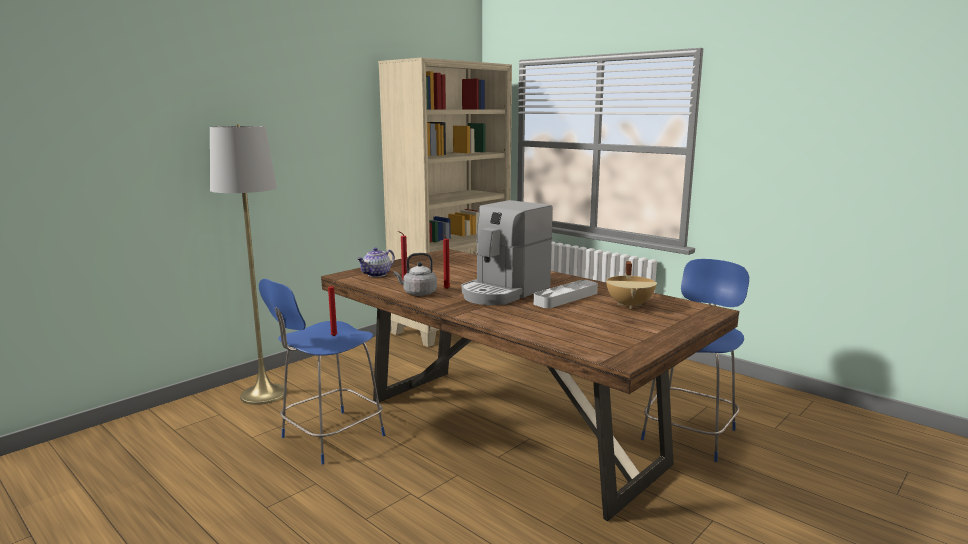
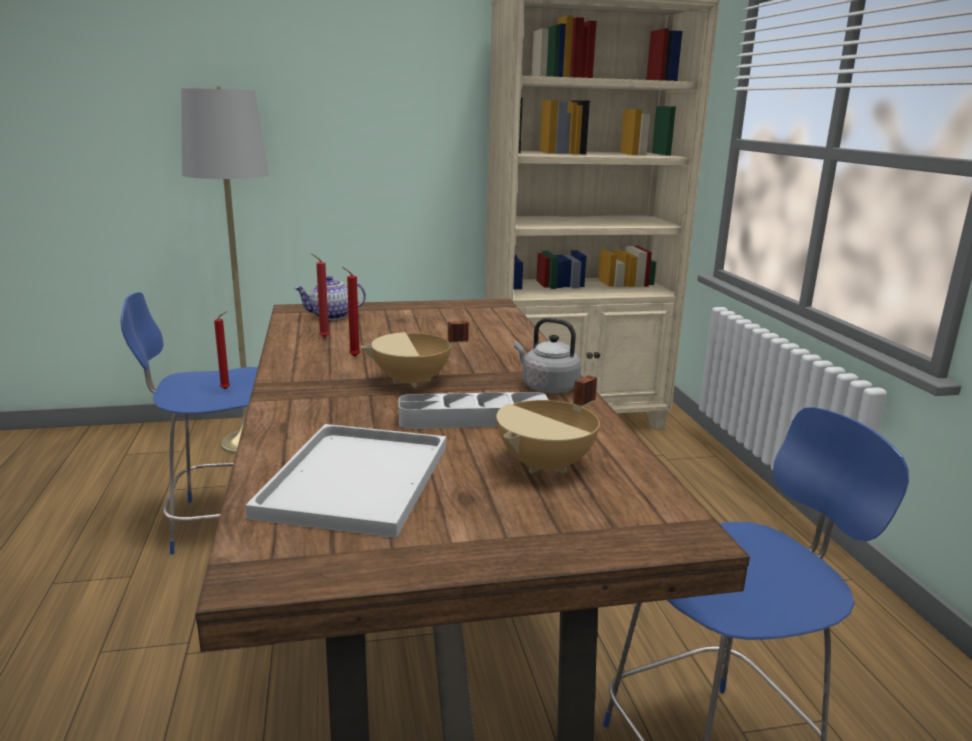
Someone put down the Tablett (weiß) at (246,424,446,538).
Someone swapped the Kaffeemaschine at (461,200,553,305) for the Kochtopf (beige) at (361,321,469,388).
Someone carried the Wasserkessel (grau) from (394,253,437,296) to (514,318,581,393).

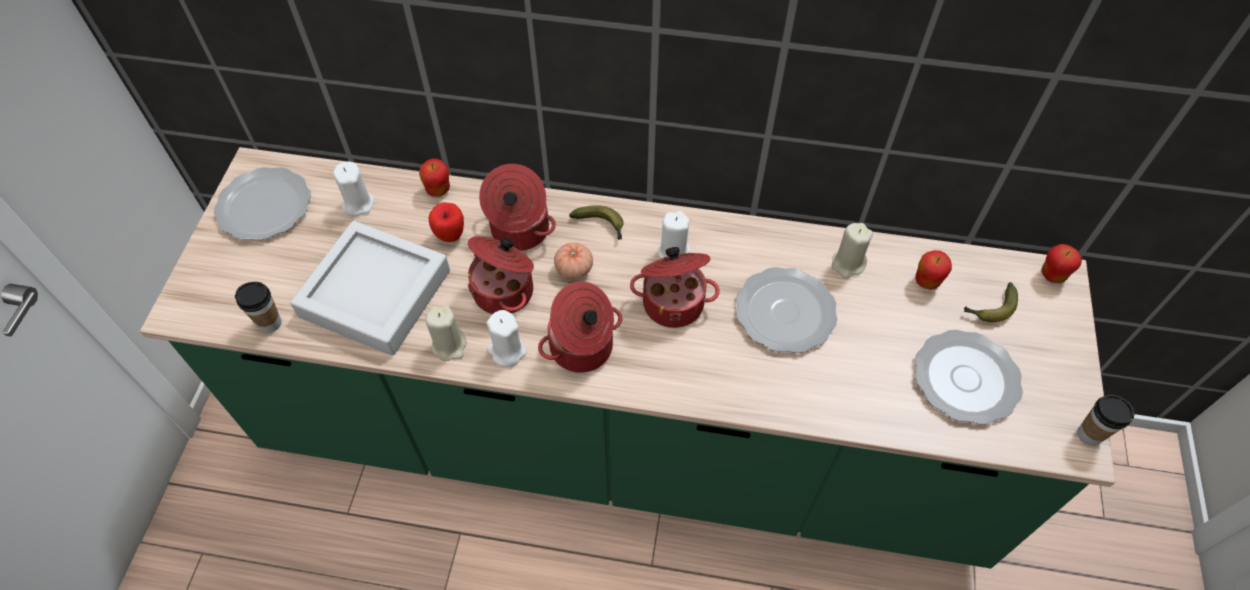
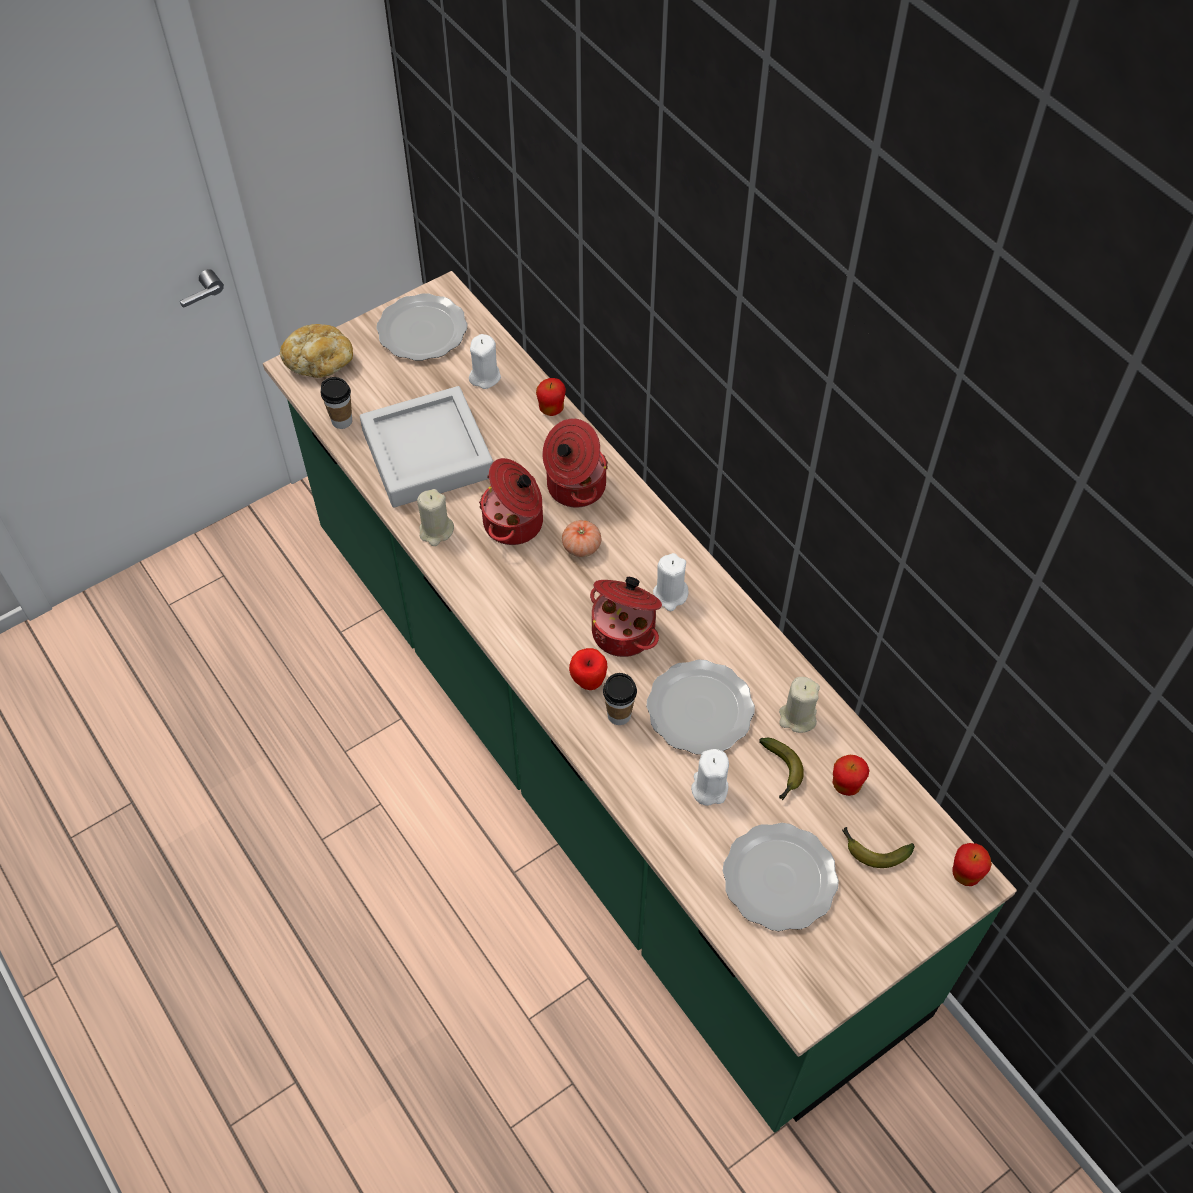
Someone put down the Brot at (280,324,353,378).
Someone carried the Apfel from (429,203,464,242) to (569,648,607,690).
Someone carried the Tasse from (1077,394,1134,446) to (603,673,637,725).
Someone carried the Kerze (weiß) from (487,310,527,367) to (691,749,729,806).
Someone carried the Banane from (569,205,624,240) to (759,738,804,800).
Someone took away the Kochtopf at (538,281,623,373).

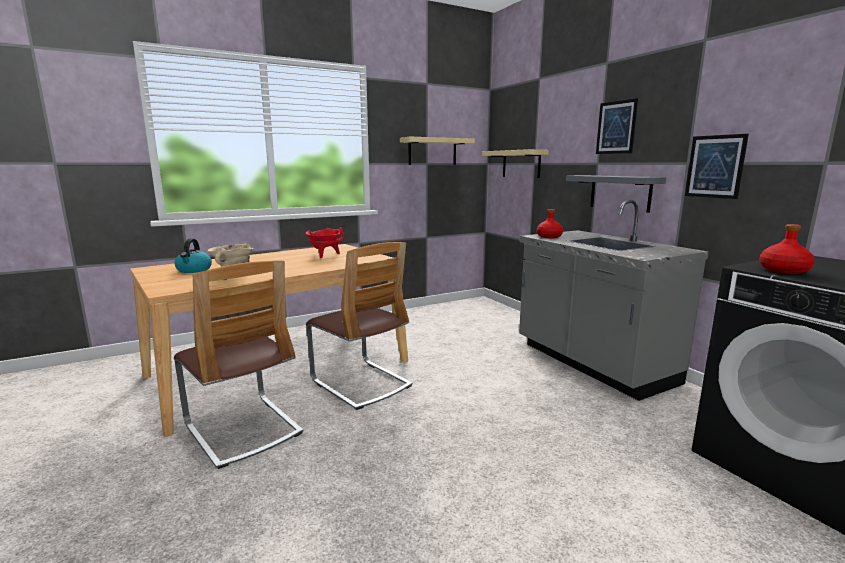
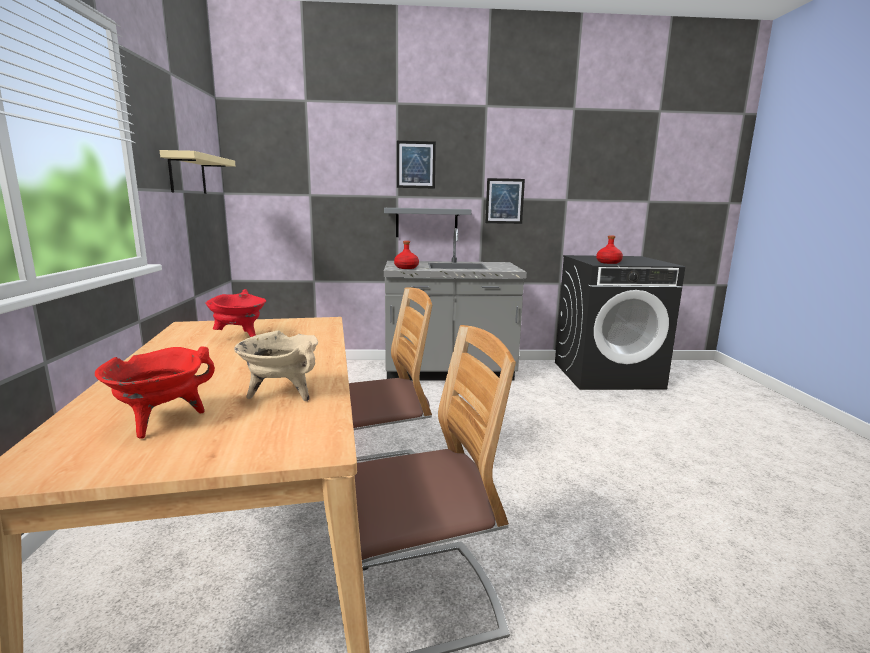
Someone swapped the Wasserkessel at (175,238,212,273) for the Kochtopf (rot) at (95,347,215,439).
Someone took away the Wandregal (beige) at (482,149,549,178).

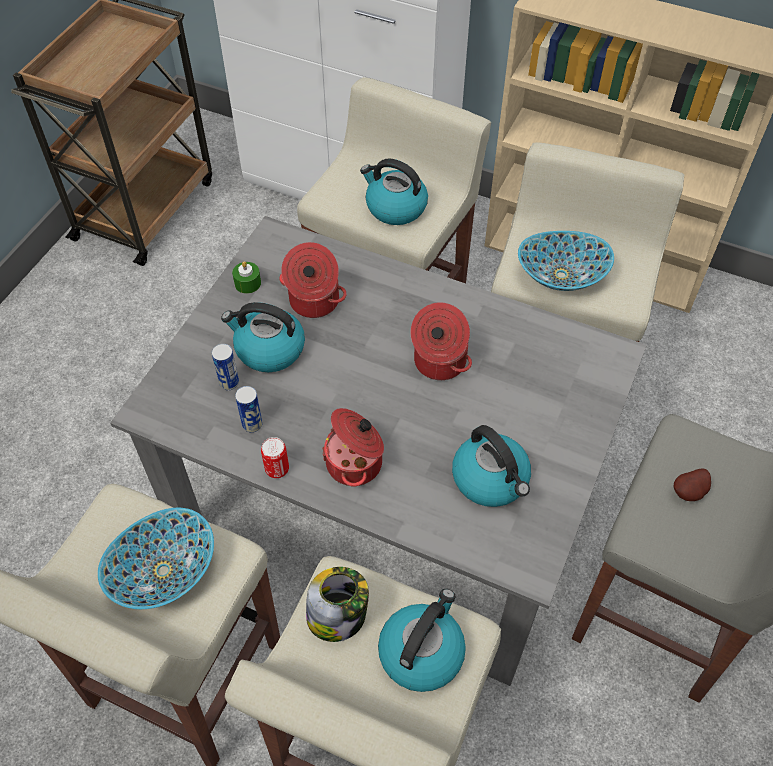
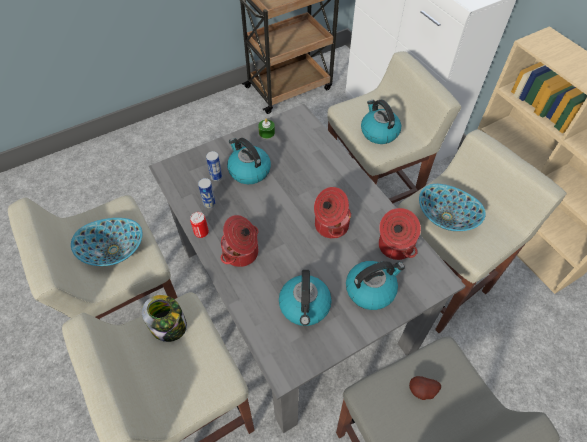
Someone carried the Wasserkessel from (378,589,466,692) to (346,261,405,310).
Someone carried the Kochtopf from (279,242,347,318) to (379,208,421,260).

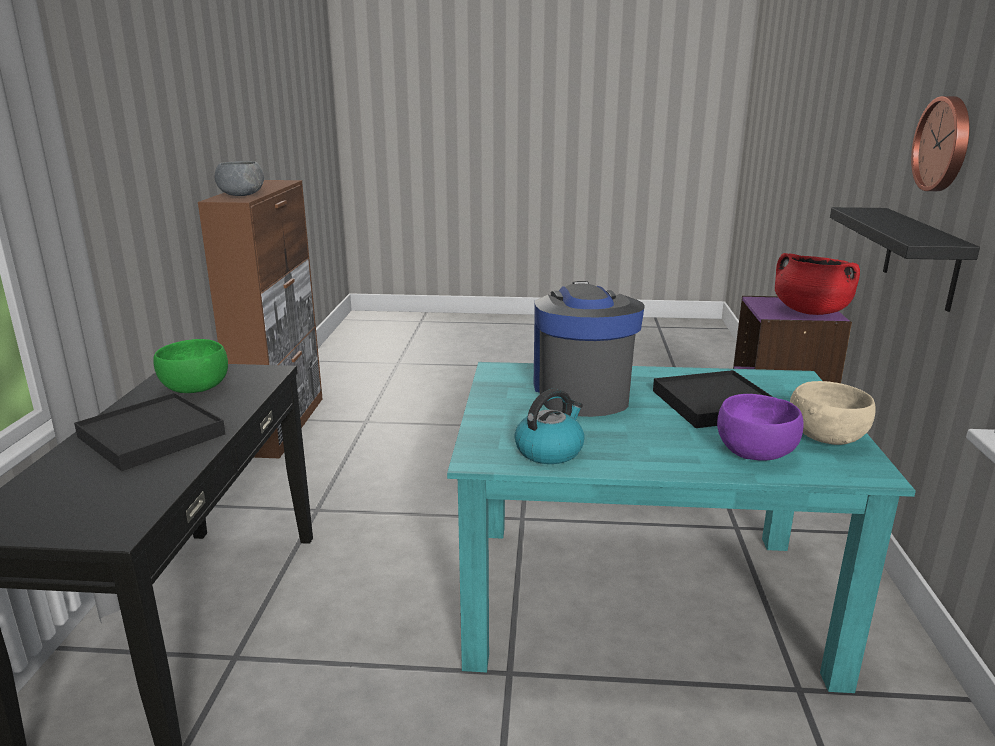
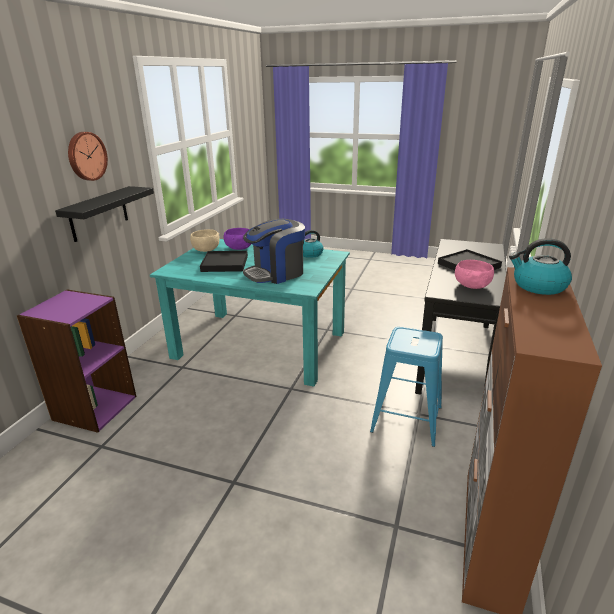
Someone rotated the Kaffeemaschine at (534,281,645,417) by 45 degrees clockwise.
Someone put down the Hocker (blau) at (370,327,443,447).
Someone repainted the Schüssel (grün) at (153,339,228,393), which became the Schüssel (rosa) at (455,260,494,289).
Someone swapped the Schüssel (grau) at (215,161,264,196) for the Wasserkessel at (509,238,572,295).
Someone took away the Kochtopf (rot) at (775,253,860,315).

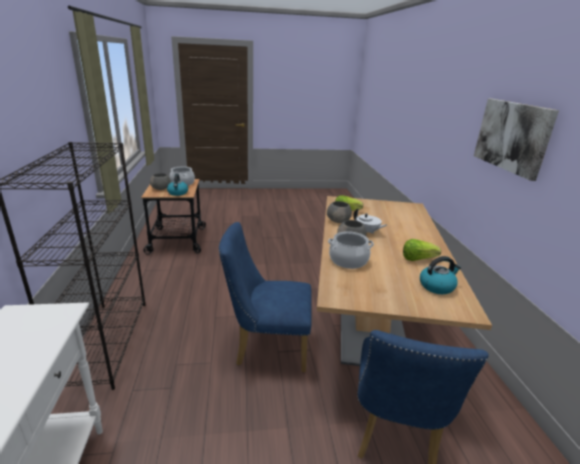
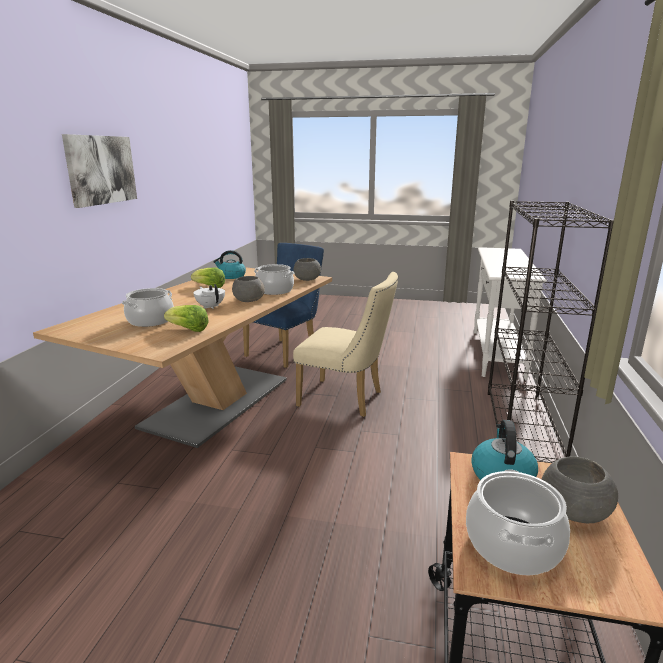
Someone put down the Kochtopf at (122,288,174,327).
Someone carried the Schüssel (grau) from (327,201,352,223) to (293,258,321,281).
Someone repainted the Stuhl (blau) at (219,222,312,372), which became the Stuhl (beige) at (293,272,398,417).

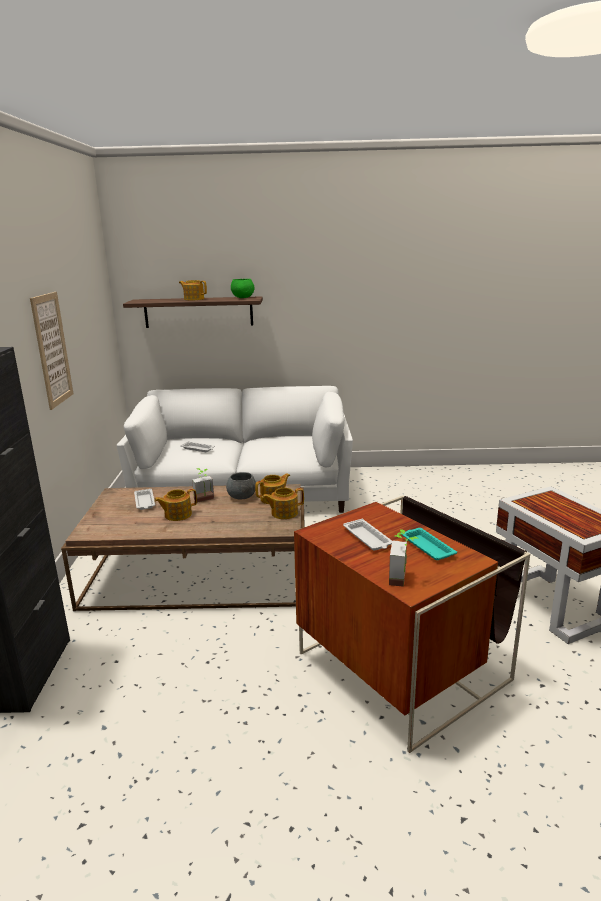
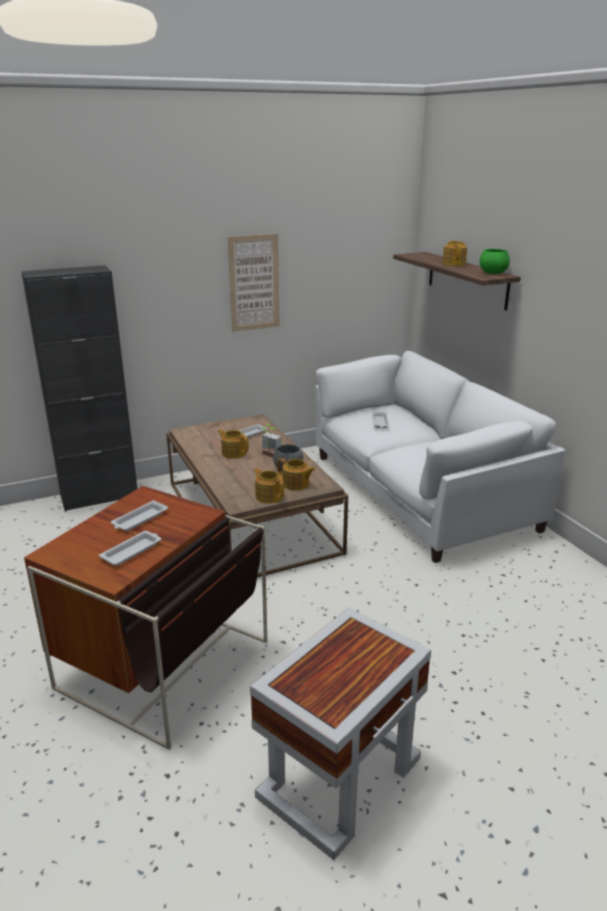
Someone repainted the Tablett (türkis) at (402,528,457,560), which became the Tablett (weiß) at (99,531,162,565).
Someone took away the Topfpflanze at (389,529,419,587).

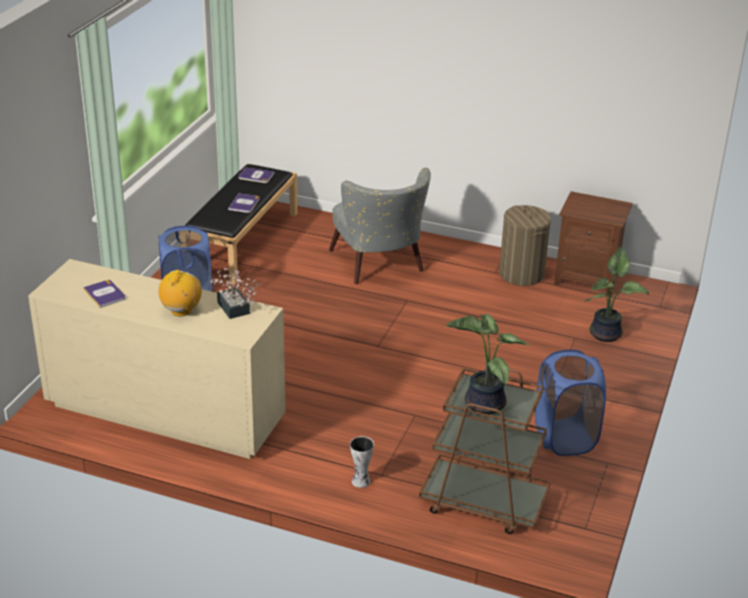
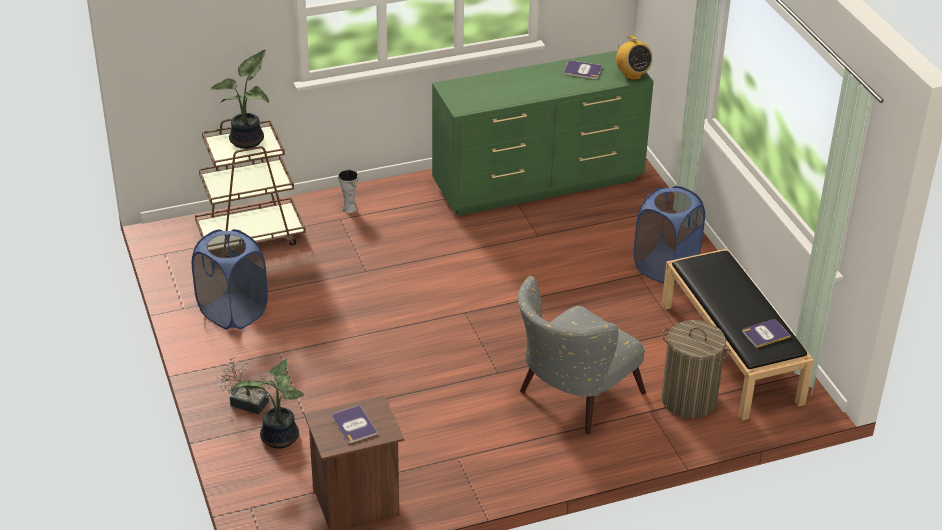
Someone carried the Topfpflanze from (211,268,259,319) to (217,357,271,415).
Someone carried the Buch from (228,193,260,213) to (332,405,378,443).
Someone repainted the Kommode (beige) at (28,259,286,459), which became the Kommode (grün) at (432,50,654,216).
Someone rotated the Sessel (grau) at (329,168,431,284) by 75 degrees counterclockwise.
Someone carried the Radio from (158,270,202,316) to (616,36,652,80).
Someone carried the Wäschekorb from (499,205,551,286) to (661,320,731,418).

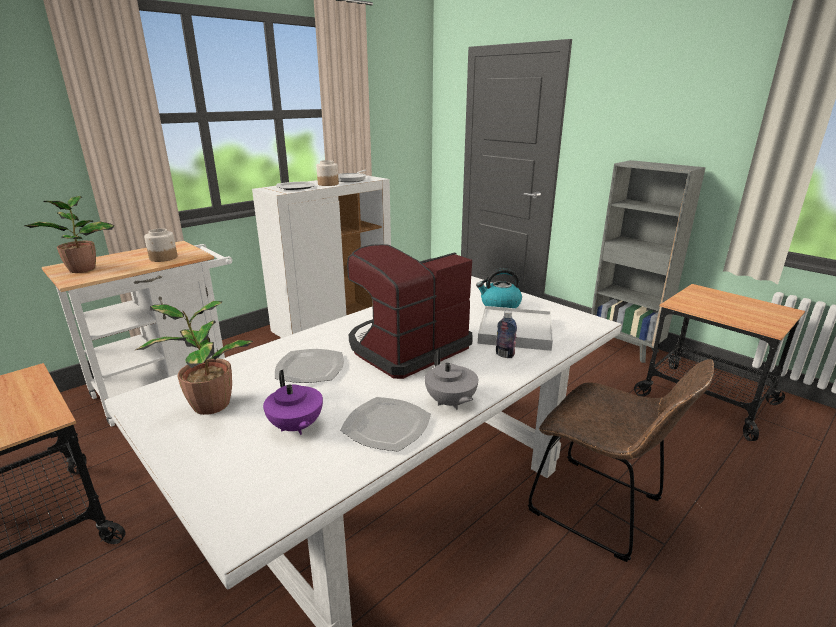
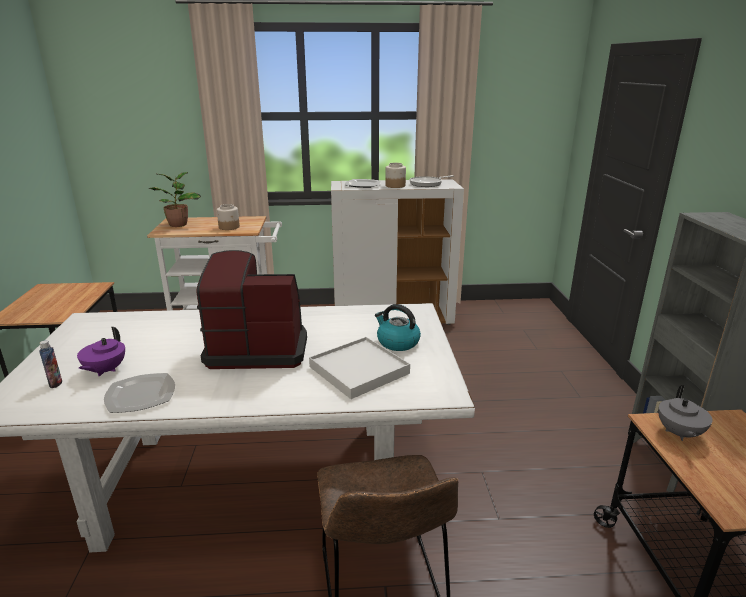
Someone carried the Flasche from (496,310,517,358) to (39,340,62,388).
Someone carried the Teekanne (grau) from (425,349,478,410) to (658,385,713,441).
Someone took away the Topfpflanze at (135,301,253,415).
Someone took away the Teller at (275,349,344,383).

